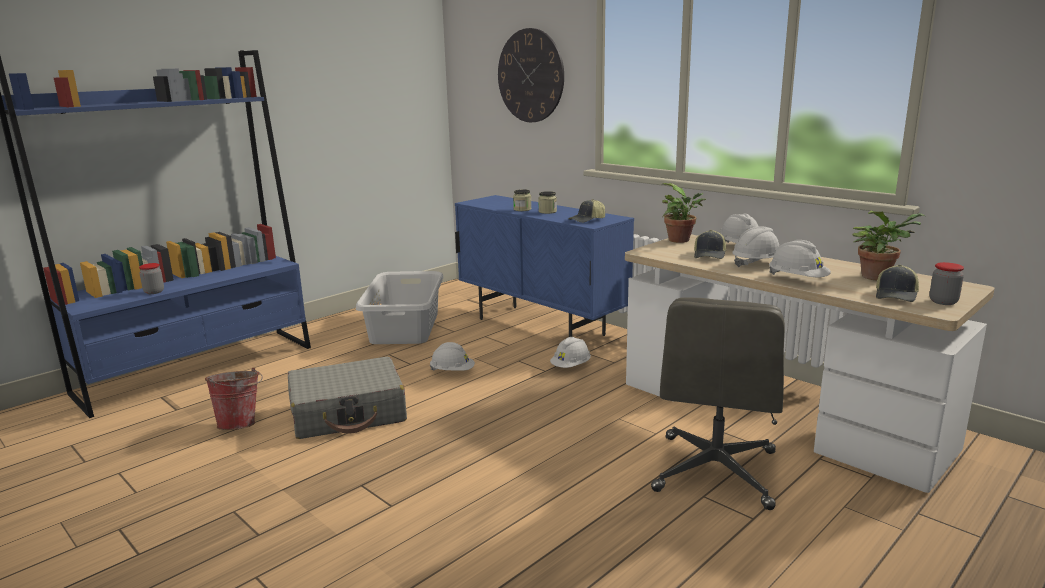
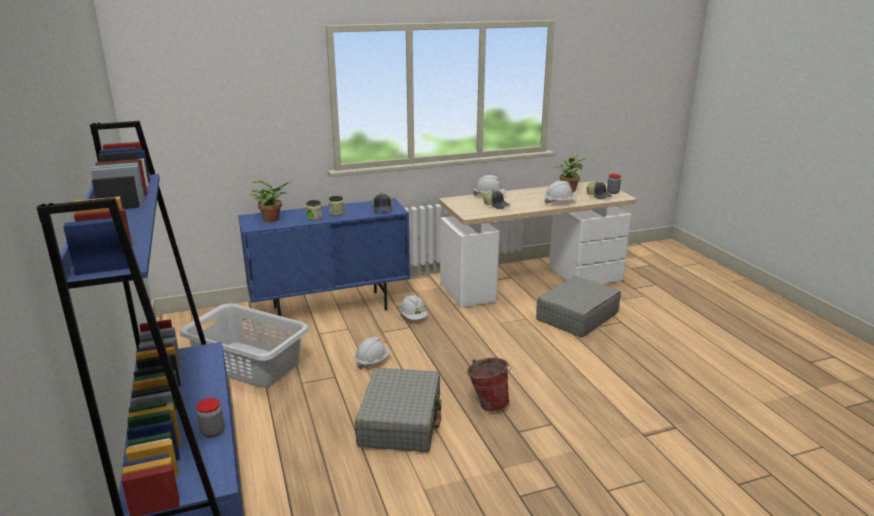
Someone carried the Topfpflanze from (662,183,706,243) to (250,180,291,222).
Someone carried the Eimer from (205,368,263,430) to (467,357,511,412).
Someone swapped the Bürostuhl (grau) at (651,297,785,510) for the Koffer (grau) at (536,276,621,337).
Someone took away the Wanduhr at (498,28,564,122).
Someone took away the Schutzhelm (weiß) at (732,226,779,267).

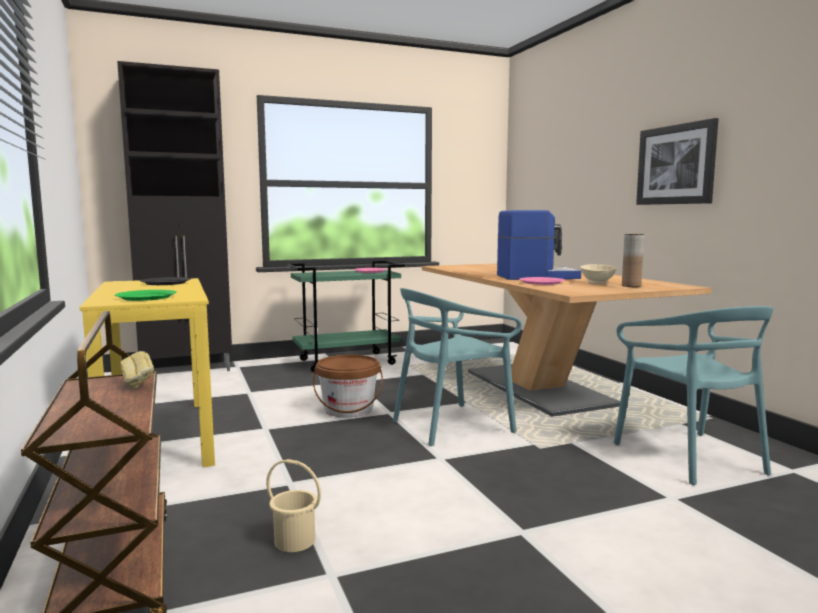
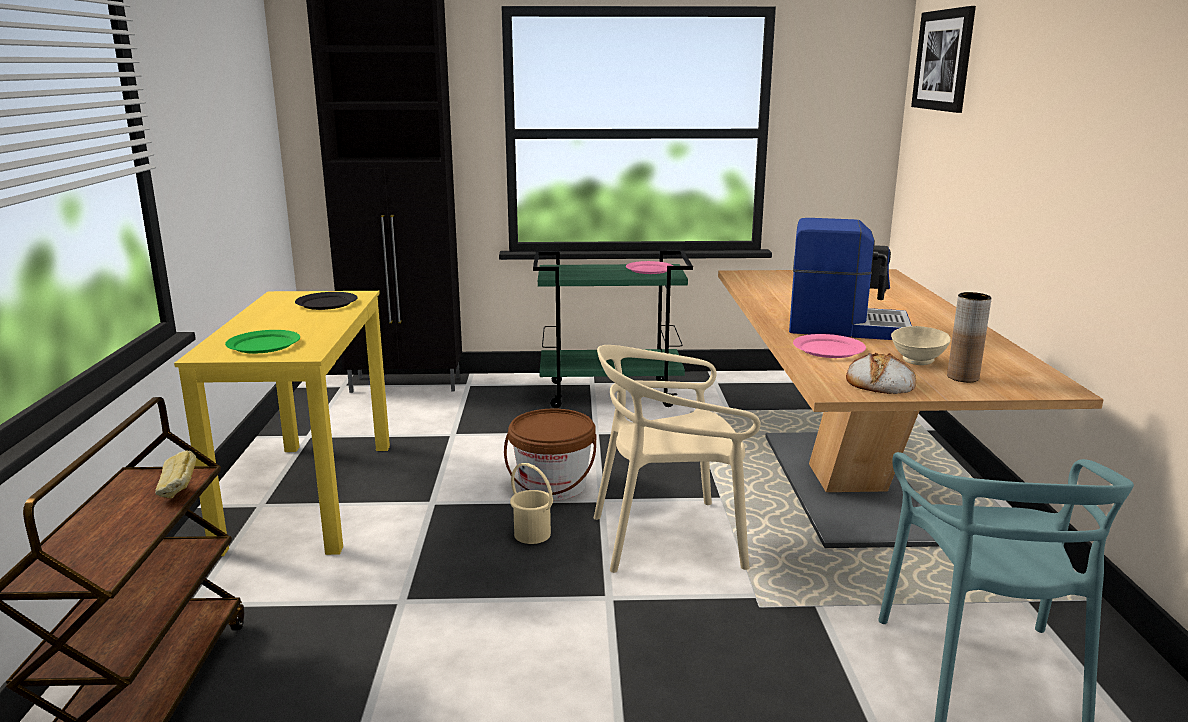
Someone carried the Eimer (beige) from (266,459,321,552) to (510,463,553,544).
Someone repainted the Stuhl (türkis) at (393,288,522,446), which became the Stuhl (beige) at (594,345,761,573).
Someone put down the Brot at (846,353,916,394).
Someone carried the Bild from (636,118,719,205) to (911,6,976,113).

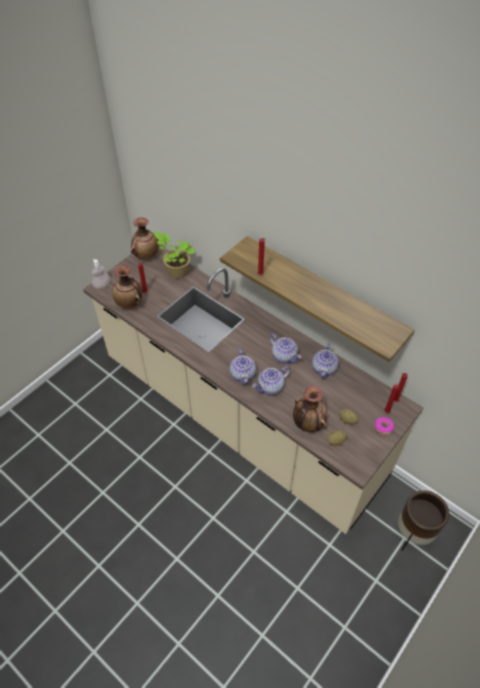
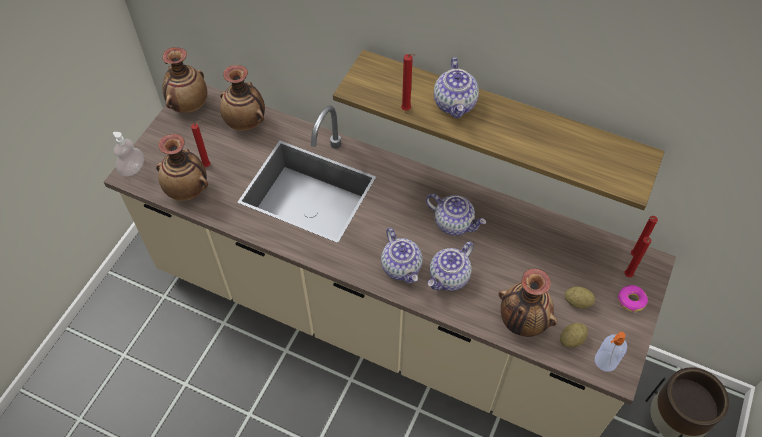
Someone swapped the Topfpflanze at (154,232,196,279) for the Vase at (220,65,265,131).
Someone carried the Teekanne from (312,343,339,378) to (434,57,479,119).
Someone put down the Seifenspender at (595,332,627,372).

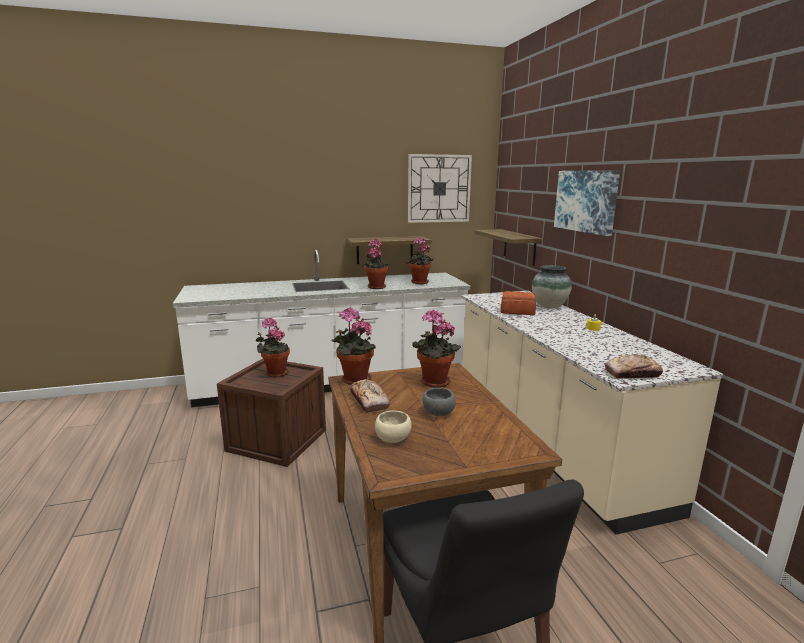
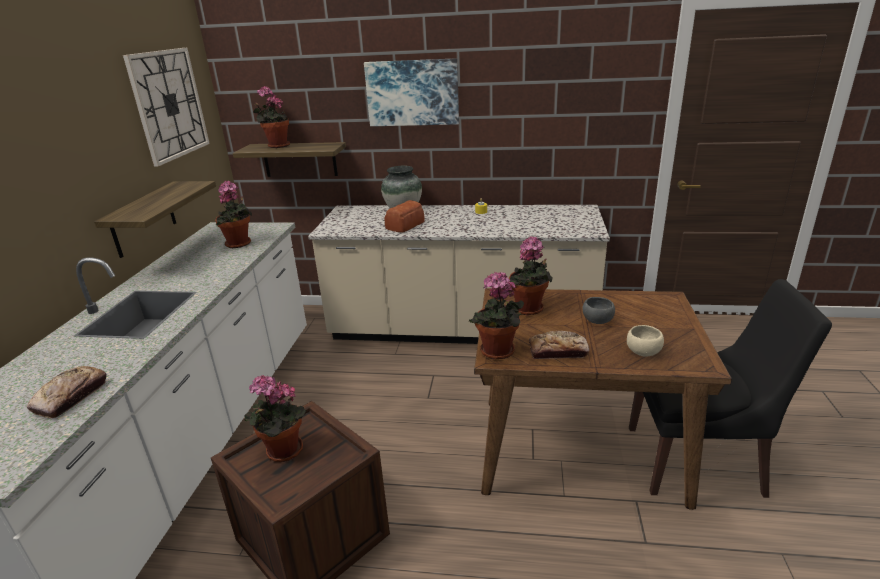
Someone carried the Brot from (605,354,663,379) to (27,366,107,418).
Someone carried the Topfpflanze from (363,239,389,289) to (253,86,290,148).

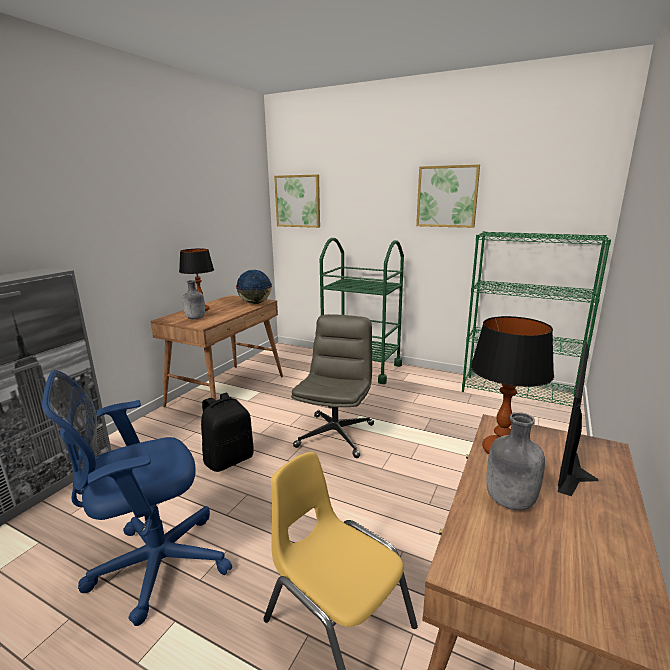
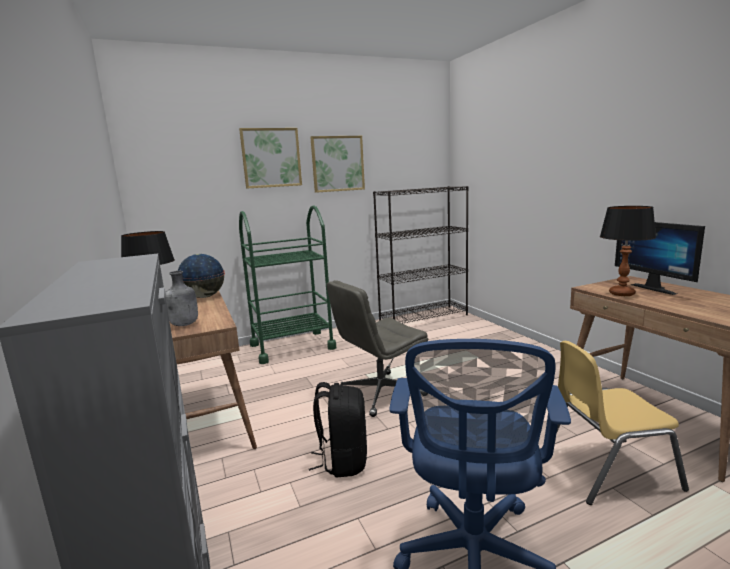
Someone carried the Bild from (274,174,320,228) to (239,128,302,189).
Someone rotated the Bürostuhl (grau) at (291,314,374,458) by 90 degrees counterclockwise.
Someone repainted the Bücherregal (grün) at (462,231,611,407), which became the Bücherregal (schwarz) at (373,186,469,324).
Someone took away the Flasche (grau) at (486,412,545,510).

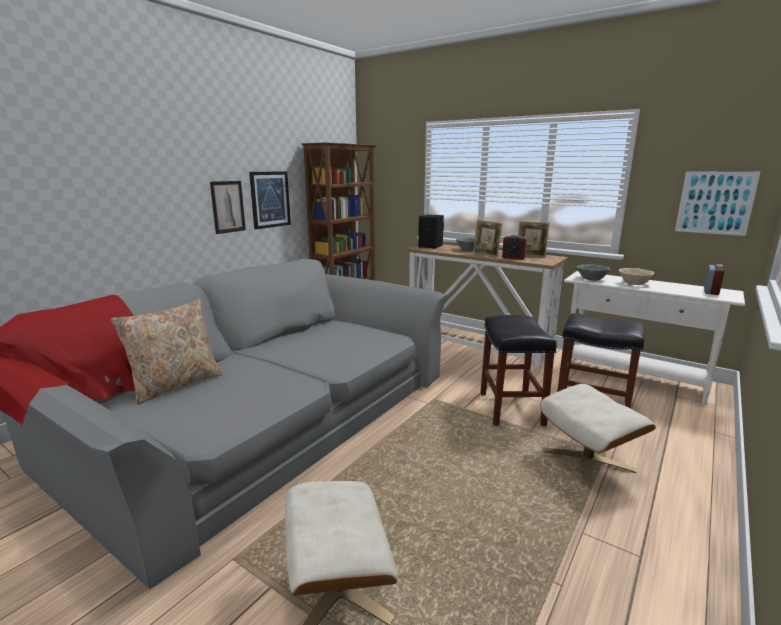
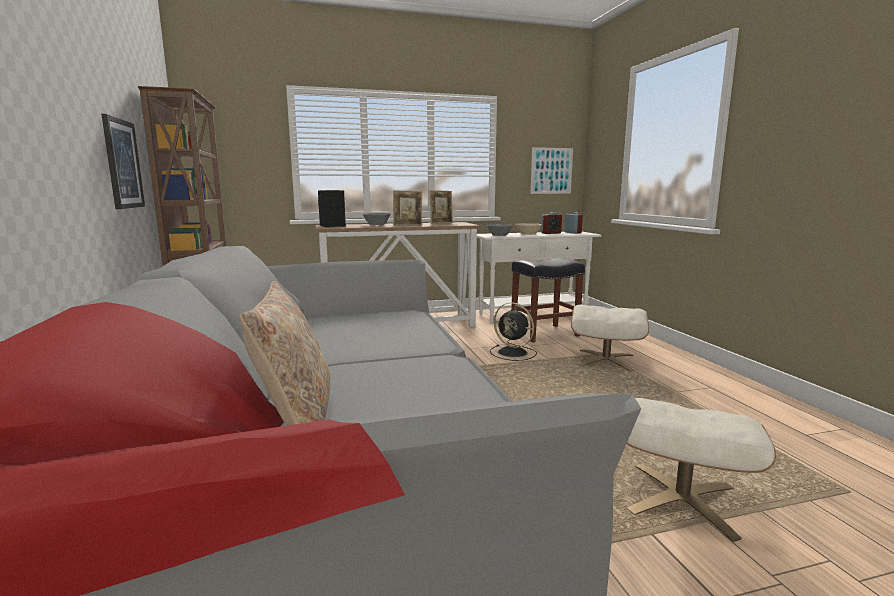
Someone swapped the Hocker (schwarz) at (480,315,557,426) for the Ventilator (schwarz) at (490,302,537,361).
Someone carried the Wecker from (502,234,527,260) to (541,212,562,234).
Someone took away the Bild at (210,181,246,234).

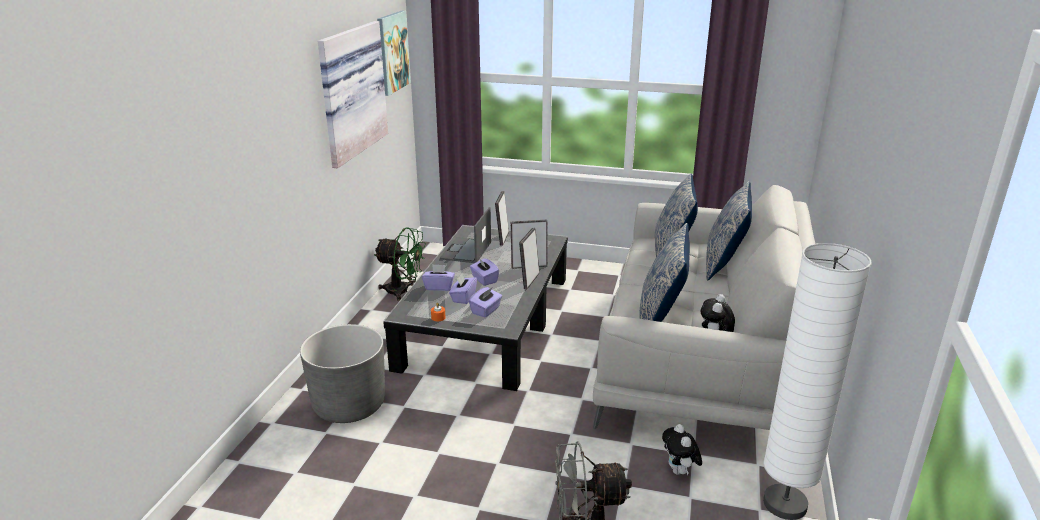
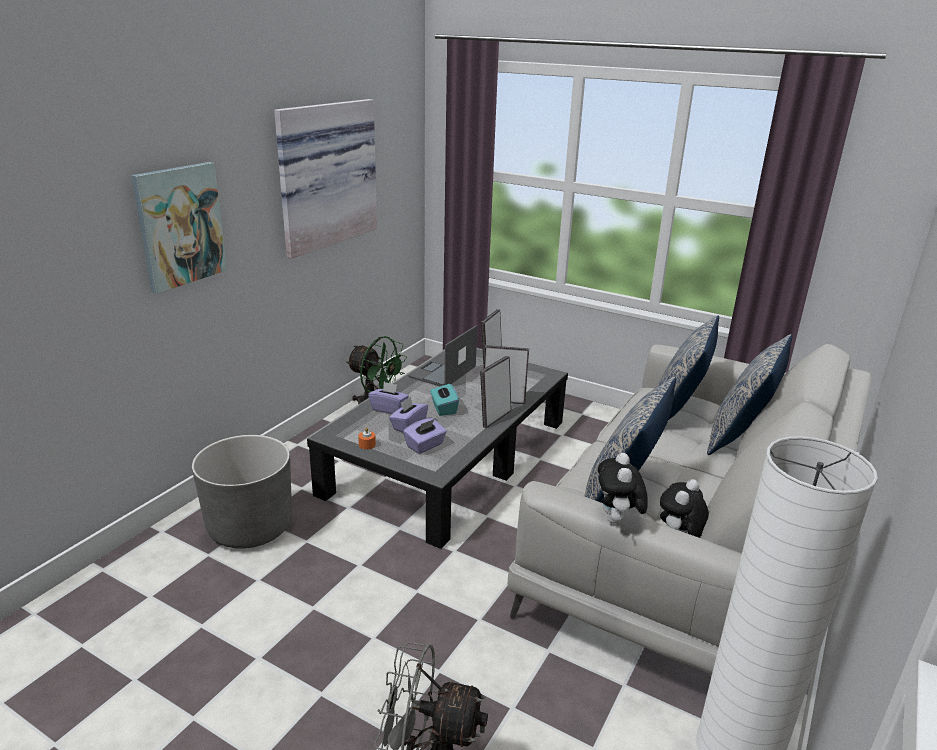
Someone carried the Bild from (377,11,411,96) to (131,162,227,294).
Someone repainted the Taschentuchbox (lila) at (470,258,499,286), which became the Taschentuchbox (türkis) at (430,383,459,416).
Someone carried the Plüschtier from (662,424,702,475) to (598,453,648,523).

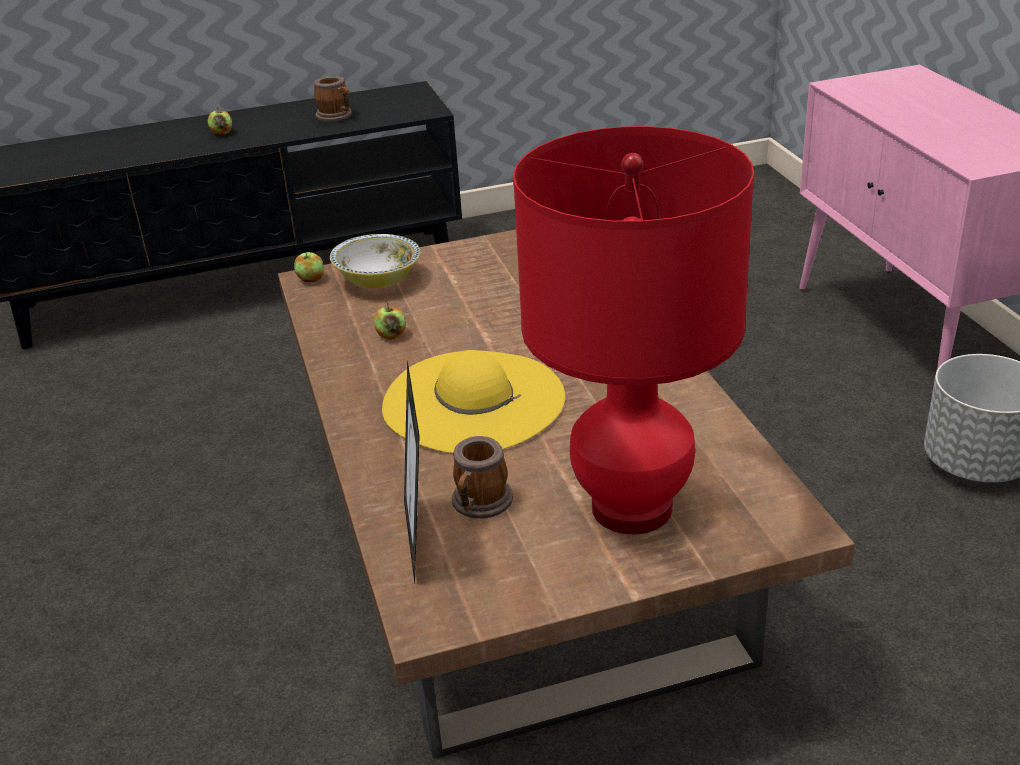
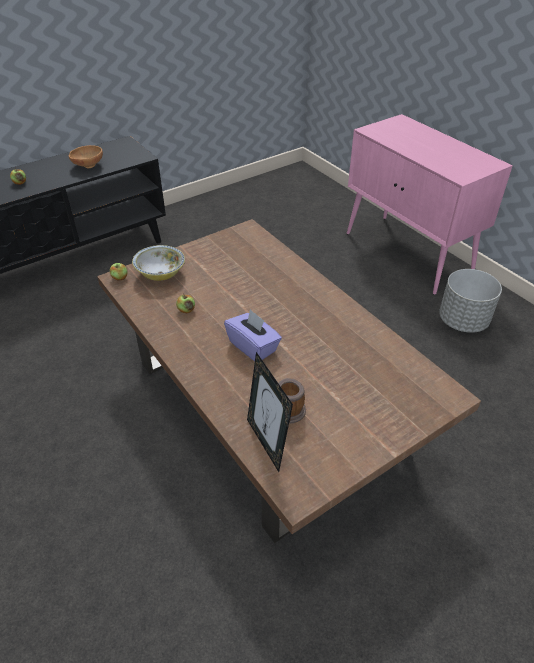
Someone swapped the Henkelbecher at (314,76,352,122) for the Schüssel (braun) at (69,145,103,168).
Someone swapped the Hut (gelb) at (382,350,565,453) for the Taschentuchbox (lila) at (224,309,282,361).
Someone took away the Tischlampe (rot) at (513,126,754,535).

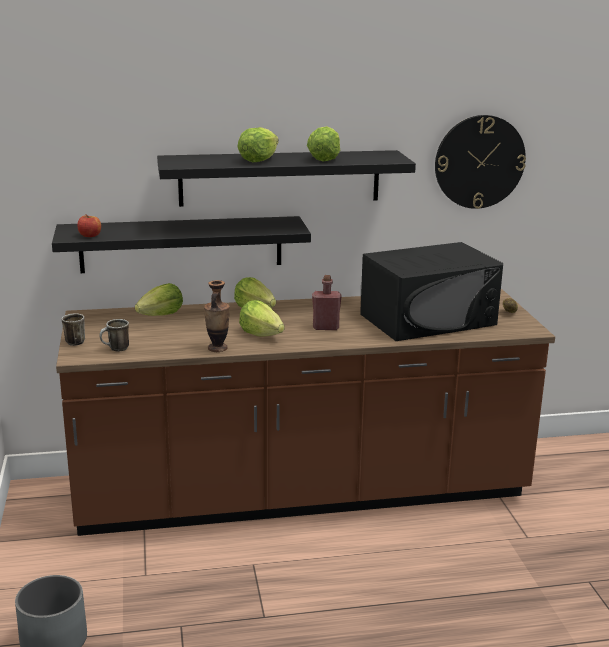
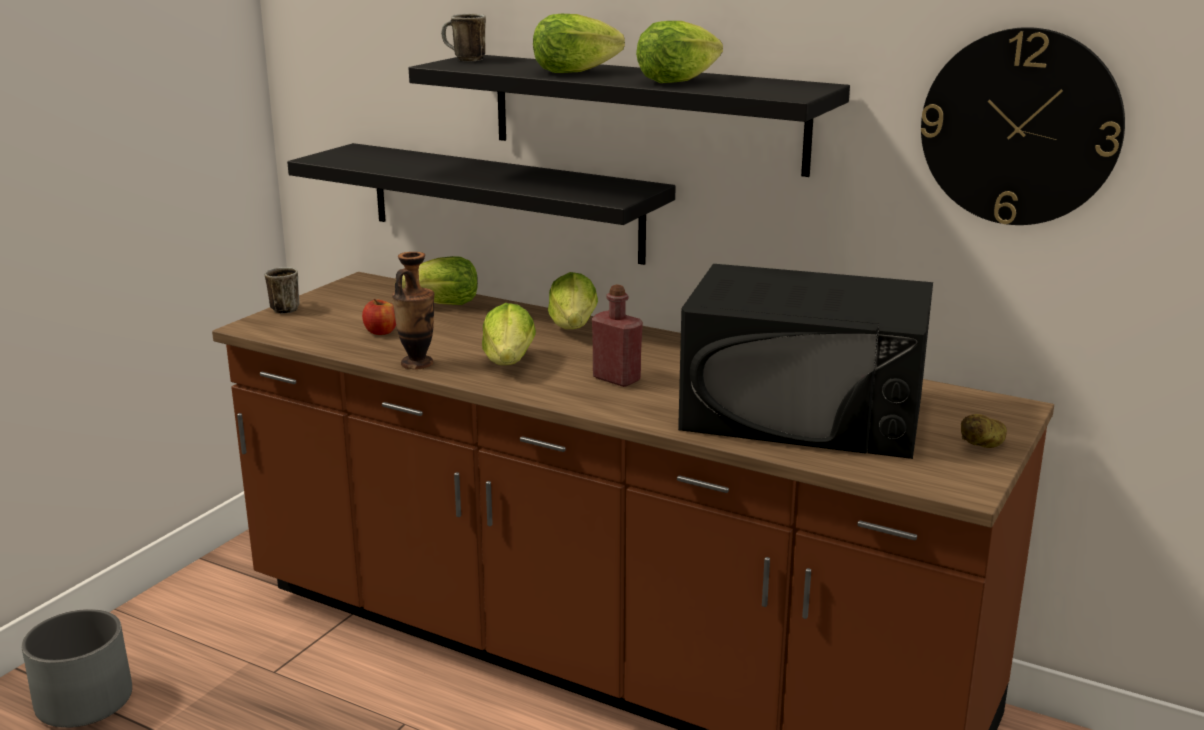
Someone carried the Apfel from (78,214,101,237) to (362,298,396,335).
Someone carried the Henkelbecher from (99,319,129,352) to (441,14,486,61).

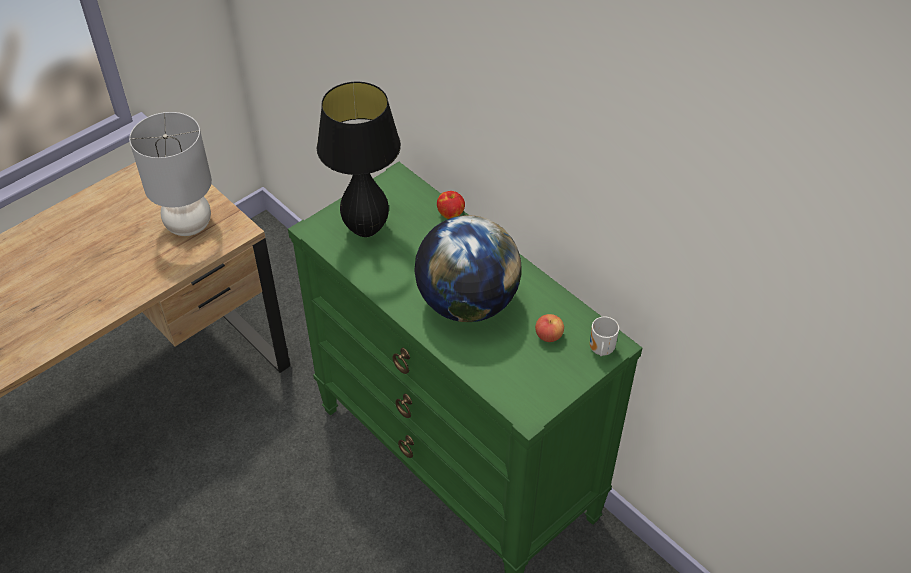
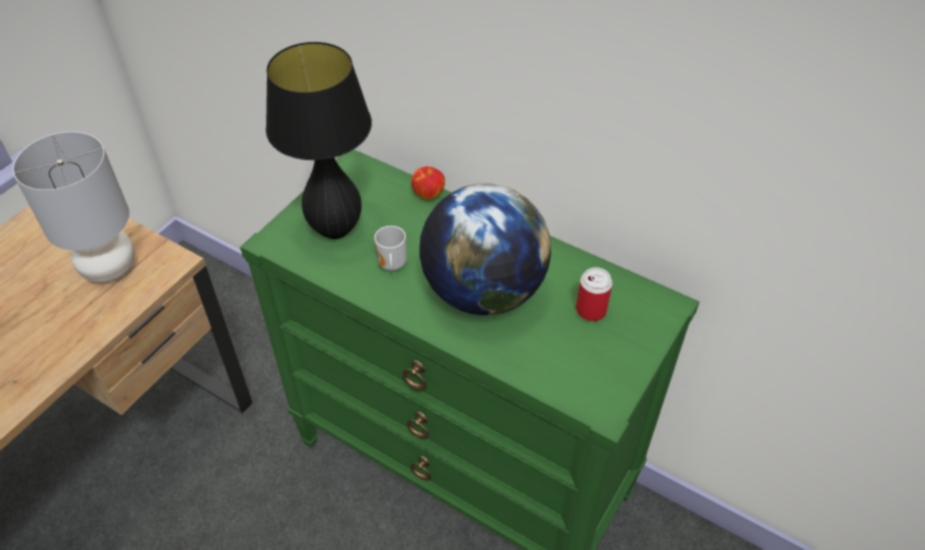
Someone carried the Henkelbecher from (590,317,619,356) to (374,226,407,271).
Someone swapped the Apfel at (535,314,564,342) for the Dose at (576,267,613,321).

